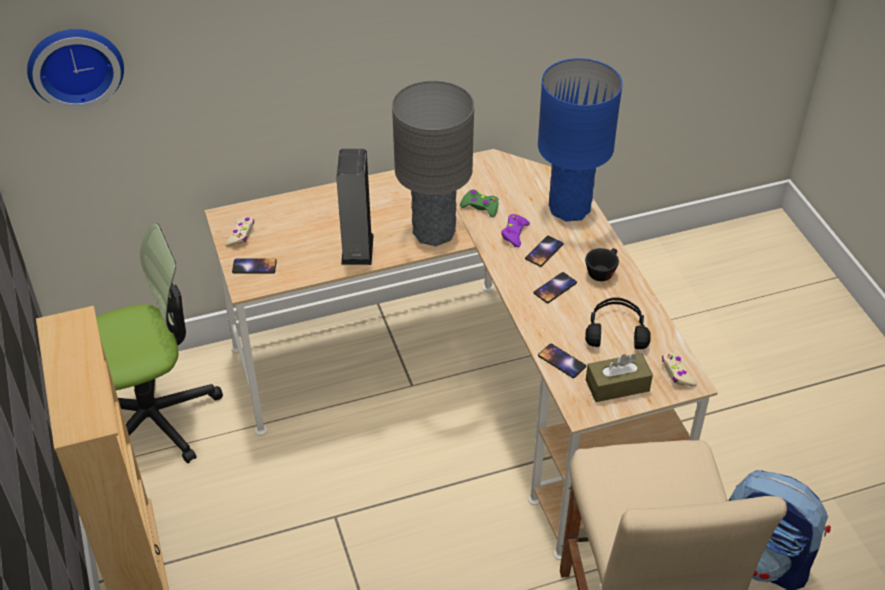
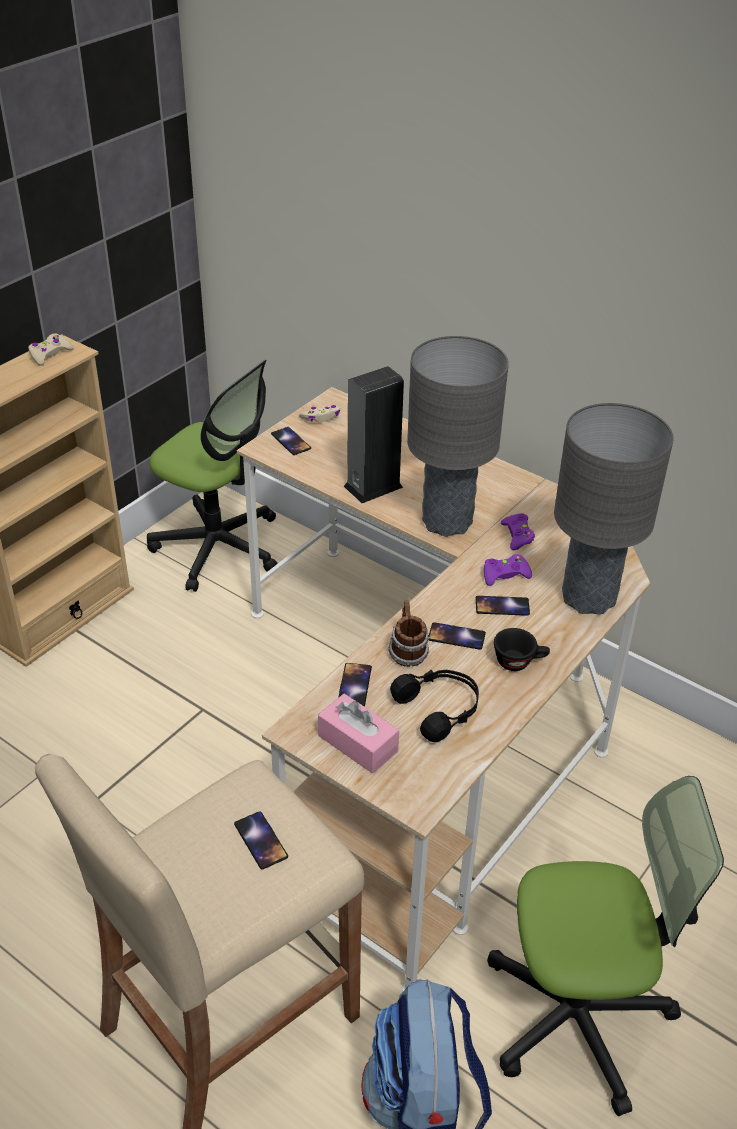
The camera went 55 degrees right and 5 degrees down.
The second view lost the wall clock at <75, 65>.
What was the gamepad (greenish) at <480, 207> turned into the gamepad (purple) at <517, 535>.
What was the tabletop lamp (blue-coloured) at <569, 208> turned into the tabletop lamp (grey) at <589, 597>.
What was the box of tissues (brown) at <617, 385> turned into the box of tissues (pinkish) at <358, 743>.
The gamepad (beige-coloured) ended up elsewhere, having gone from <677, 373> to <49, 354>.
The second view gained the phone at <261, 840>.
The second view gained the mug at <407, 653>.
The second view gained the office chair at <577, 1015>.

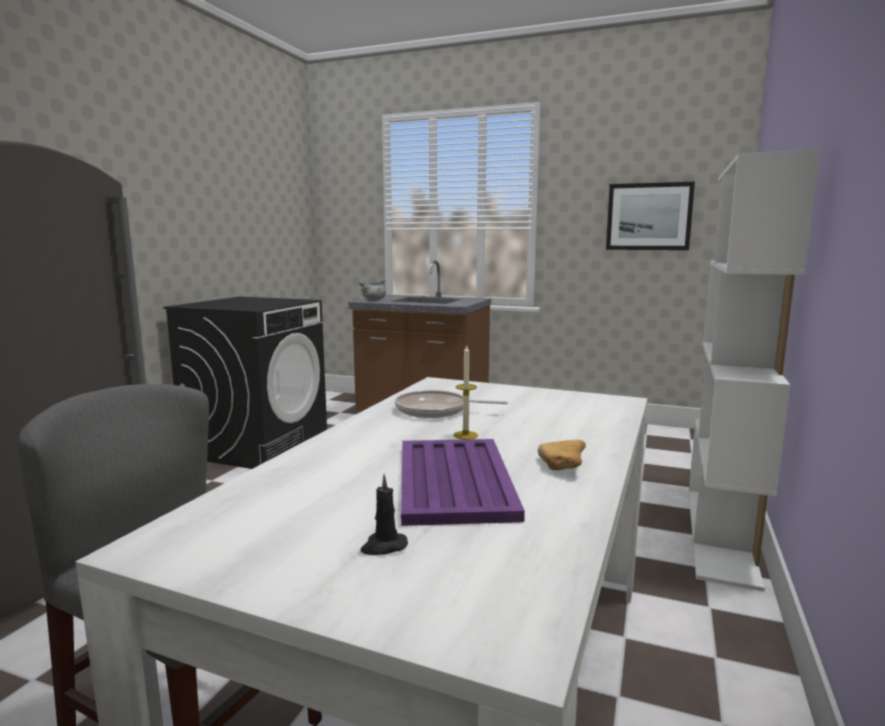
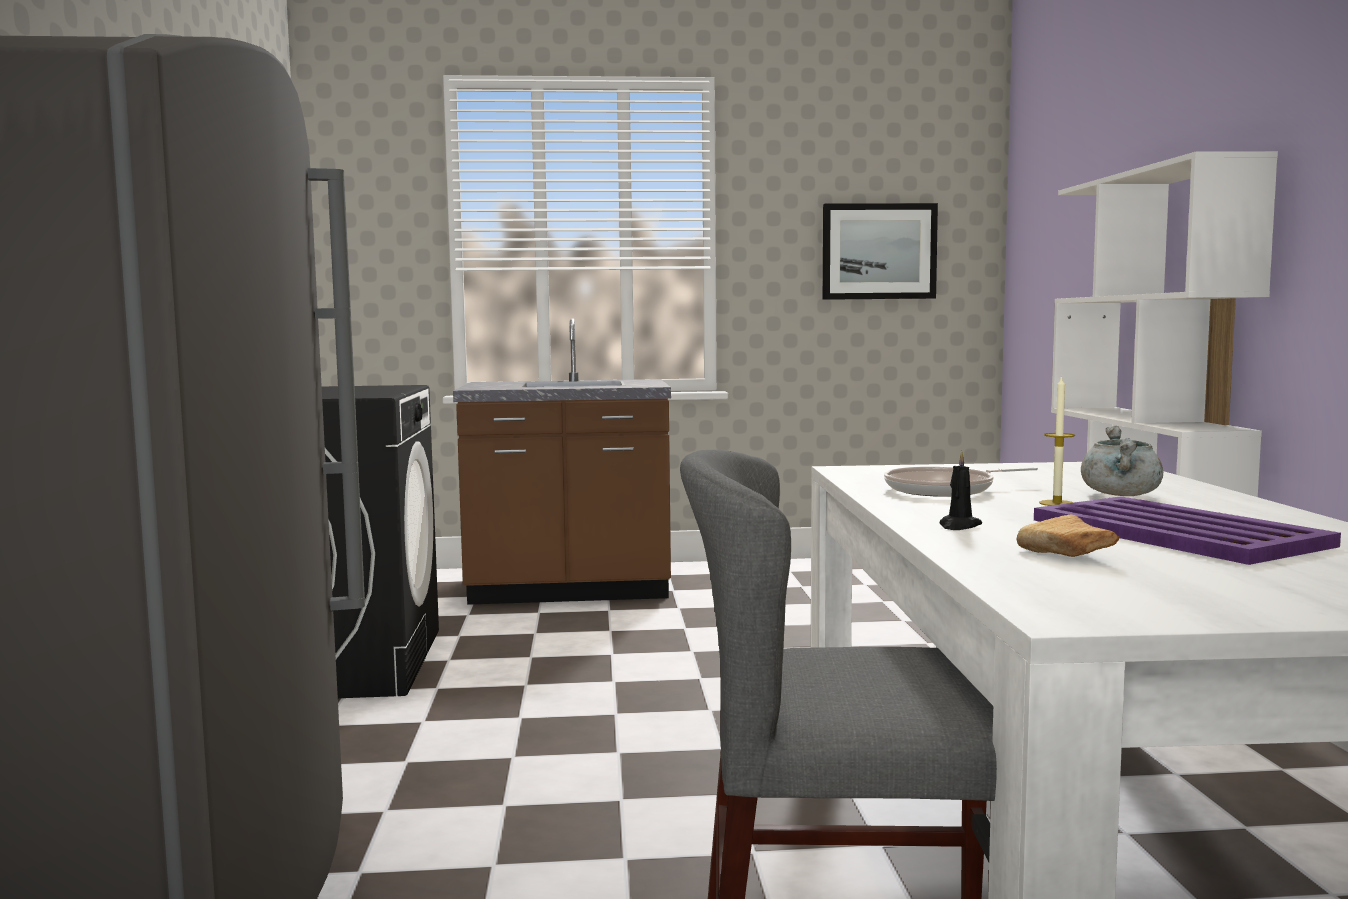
The camera went 25 degrees left and 5 degrees down.
The saucepot (grey) ended up elsewhere, having gone from <374, 299> to <1121, 495>.
The wax light (black-coloured) ended up elsewhere, having gone from <383, 546> to <959, 526>.
The baked bread ended up elsewhere, having gone from <563, 467> to <1071, 555>.

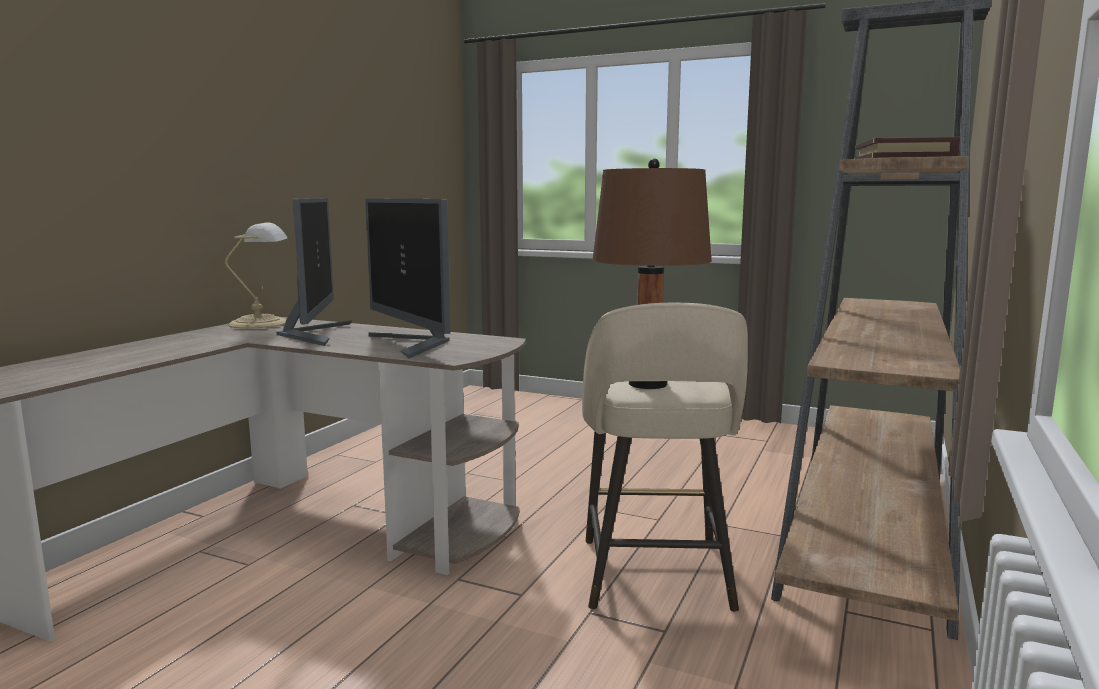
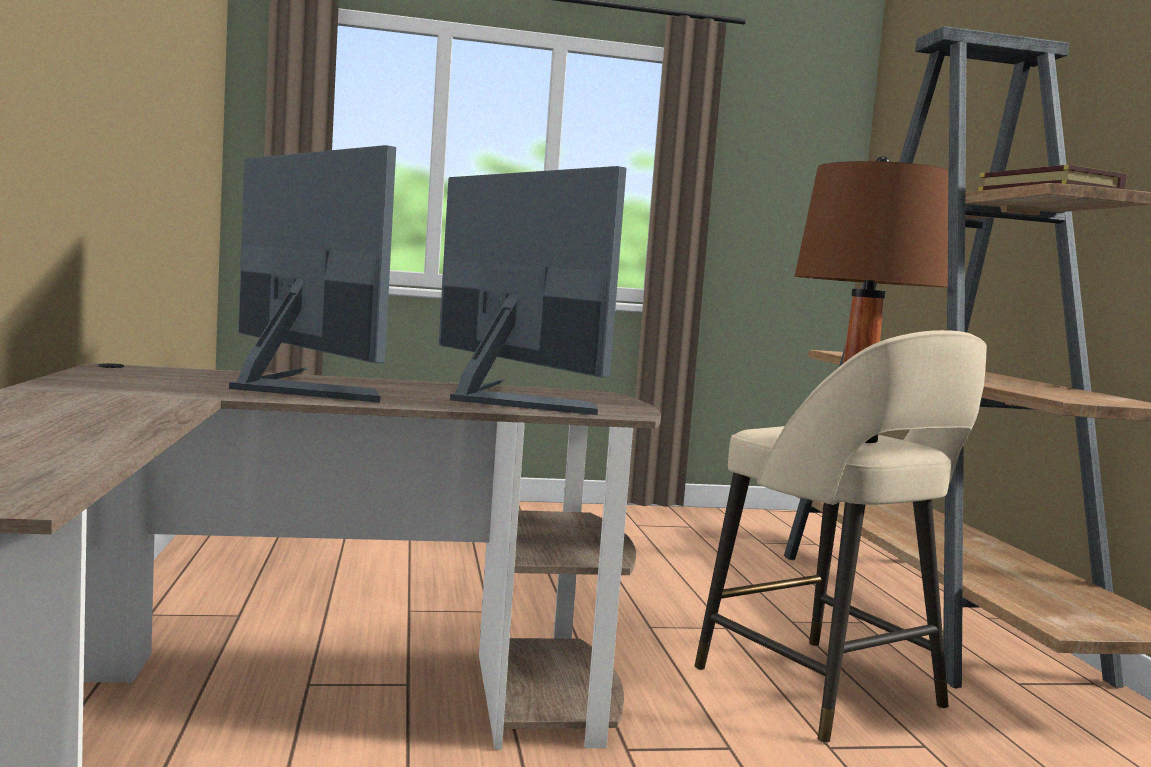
The camera went 35 degrees left and 5 degrees down.
The second view lost the tabletop lamp at <261, 323>.
The computer screen at <413, 344> ended up facing another way, 150 degrees counterclockwise from before.

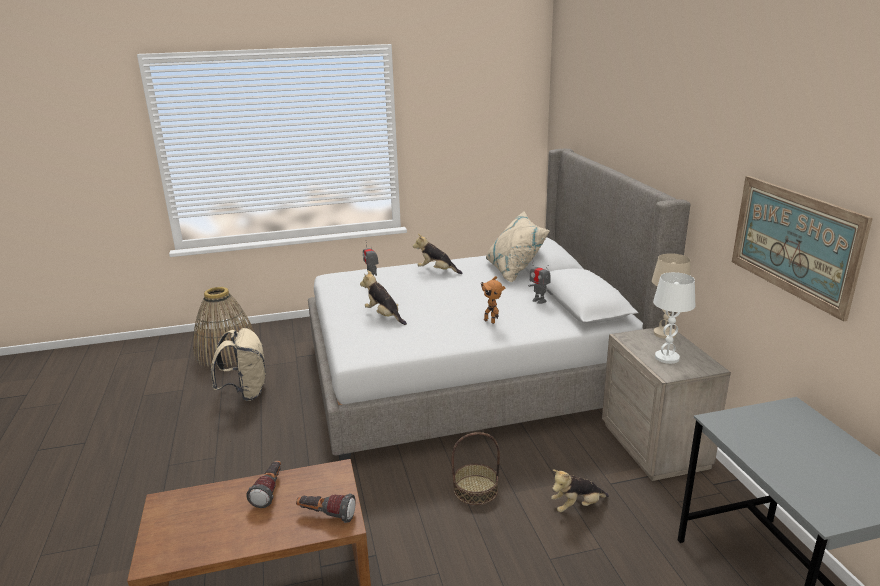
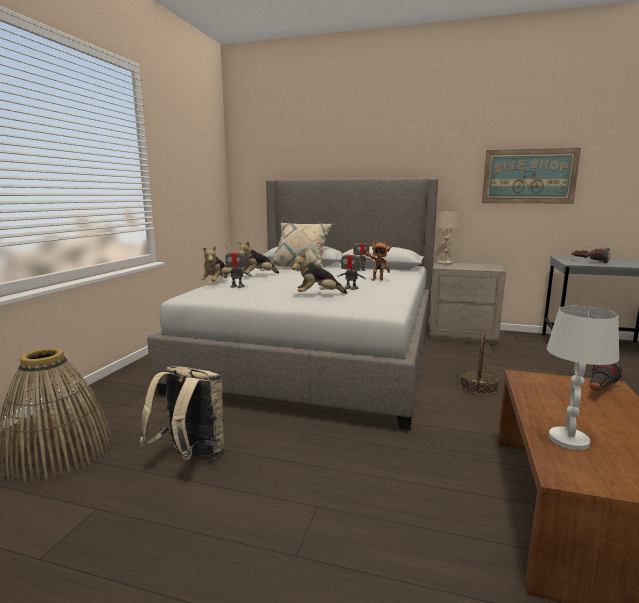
The camera went 60 degrees left and 10 degrees down.
The hand torch ended up elsewhere, having gone from <270, 491> to <589, 262>.
The plush toy ended up elsewhere, having gone from <577, 506> to <216, 283>.
The tabletop lamp (whitish) ended up elsewhere, having gone from <667, 357> to <568, 439>.
The second view gained the toy robot at <351, 288>.

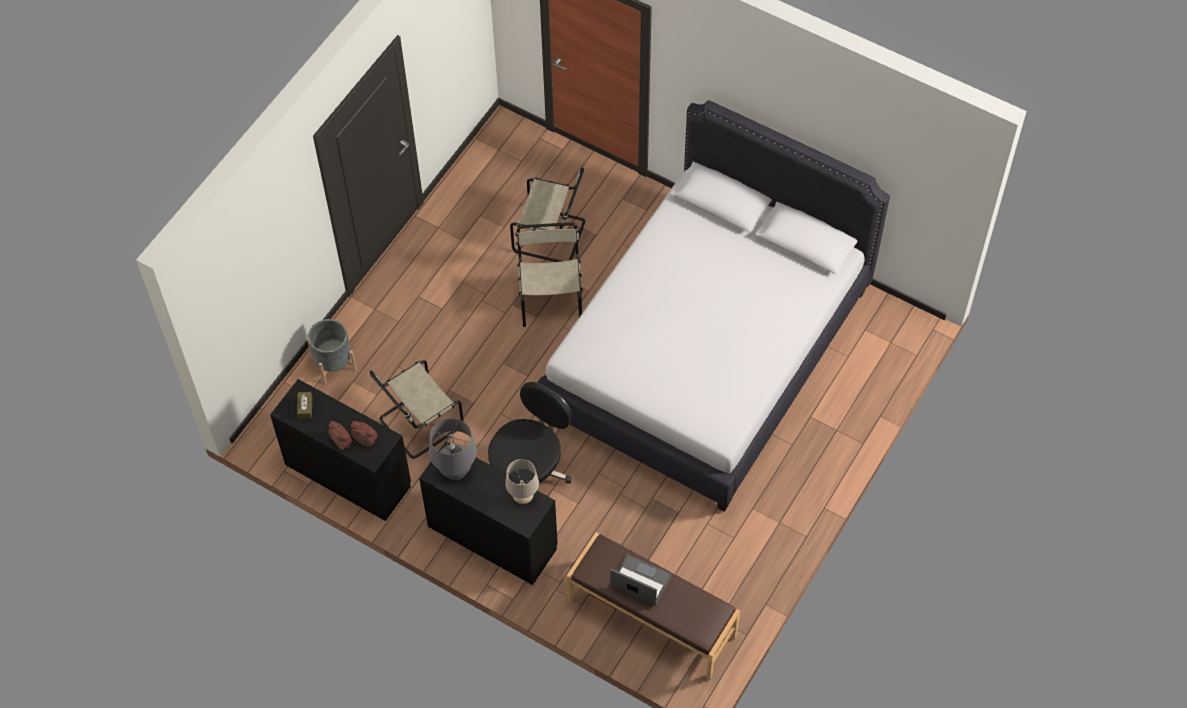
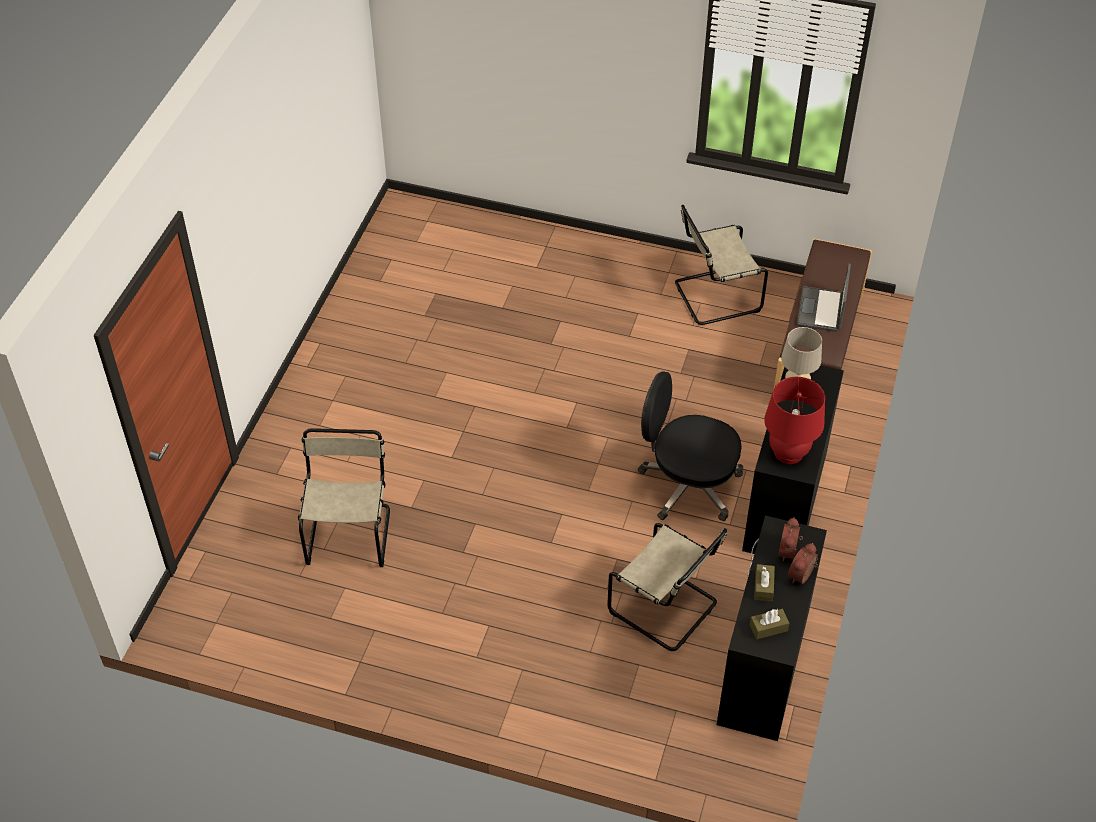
The camera went 105 degrees left and 10 degrees down.
The second view lost the flower pot (grey) at <334, 363>.
What was the tabletop lamp (grey) at <455, 469> turned into the tabletop lamp (reddish) at <788, 453>.
The plain chair (beige-coloured) ended up elsewhere, having gone from <550, 298> to <714, 297>.
The second view lost the bedroom bed (whitish) at <705, 351>.
The second view gained the box of tissues (brown) at <763, 587>.

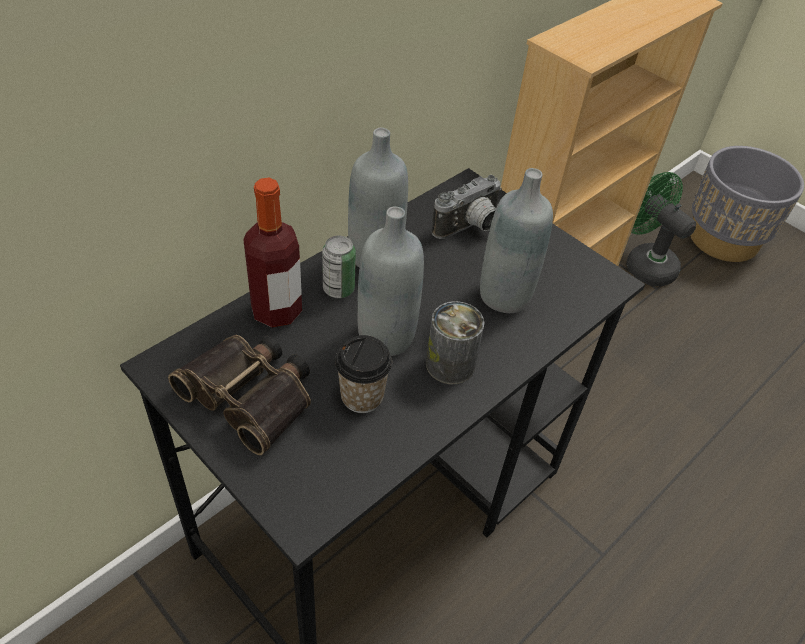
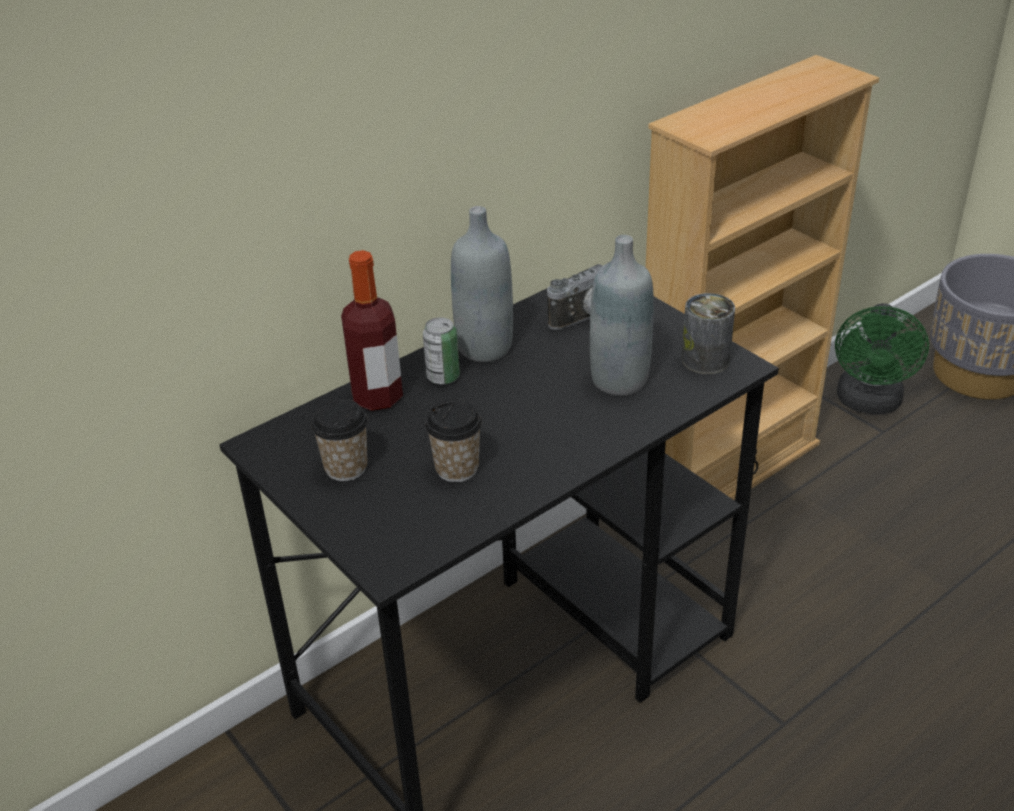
The camera went 10 degrees right and 10 degrees down.
Where the pair of binoculars stood at <251, 395>, the small cup came to stand at <346, 467>.
The second view lost the drink bottle (grey) at <386, 336>.
The can ended up elsewhere, having gone from <450, 364> to <705, 360>.
The cooling fan (greenish) at <644, 263> ended up facing another way, 135 degrees counterclockwise from before.

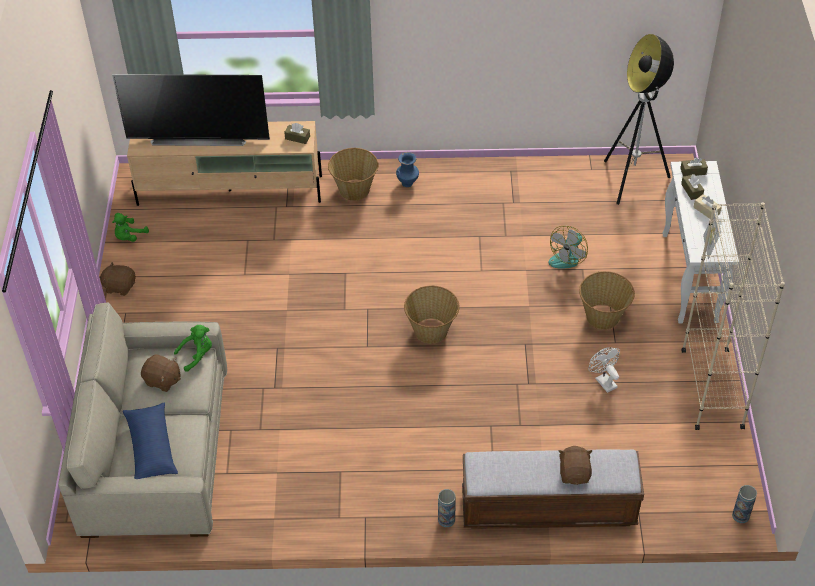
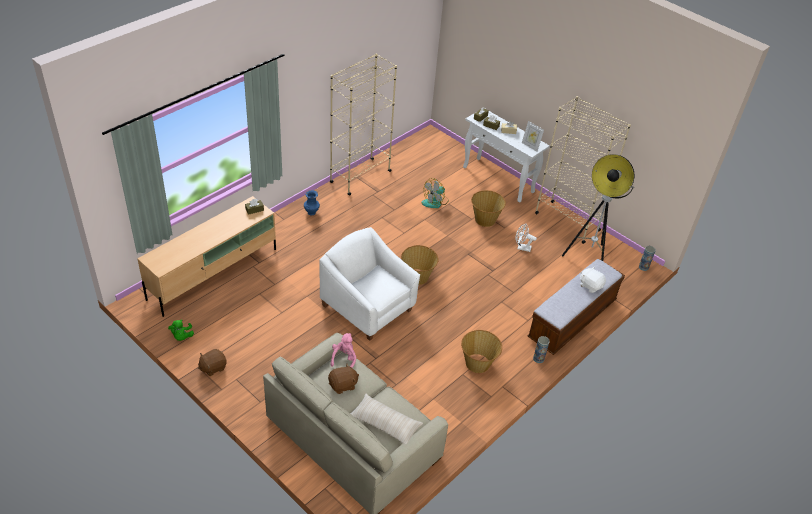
The camera went 50 degrees left and 5 degrees down.
The second view lost the TV set at <199, 137>.
What was the throw pillow (blue-coloured) at <151, 447> turned into the throw pillow (beige-coloured) at <385, 424>.
What was the plush toy (greenish) at <197, 355> turned into the plush toy (pinkish) at <344, 358>.
The basket ended up elsewhere, having gone from <354, 190> to <478, 363>.
The cooling fan at <568, 256> ended up facing another way, 60 degrees clockwise from before.
What was the plush toy (brown) at <574, 473> turned into the plush toy (whitish) at <590, 285>.
The floor lamp ended up elsewhere, having gone from <633, 181> to <589, 258>.
The second view gained the armchair (whitish) at <368, 307>.
The second view gained the bookcase (beige-coloured) at <360, 177>.

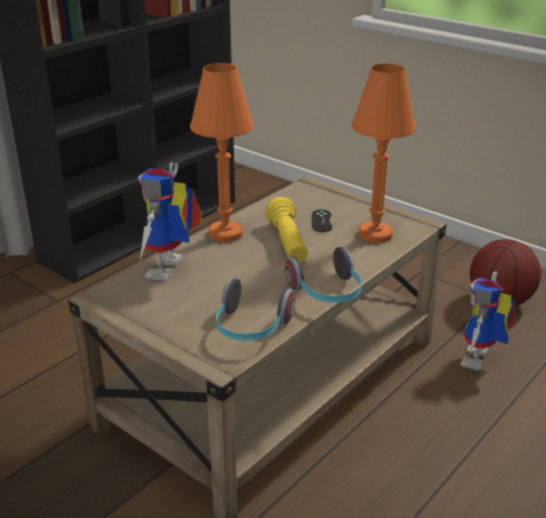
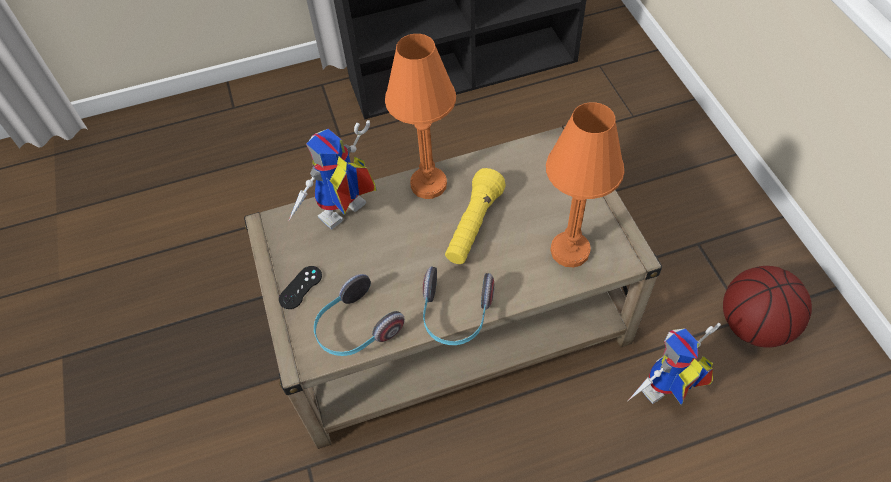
The camera went 35 degrees right and 25 degrees up.
The gamepad (black-coloured) ended up elsewhere, having gone from <321, 221> to <300, 287>.

